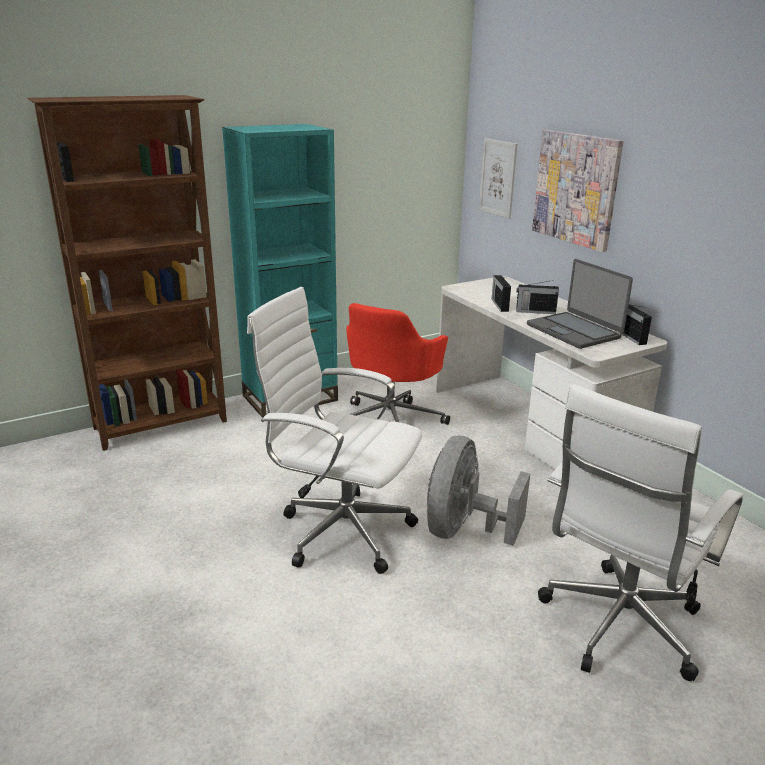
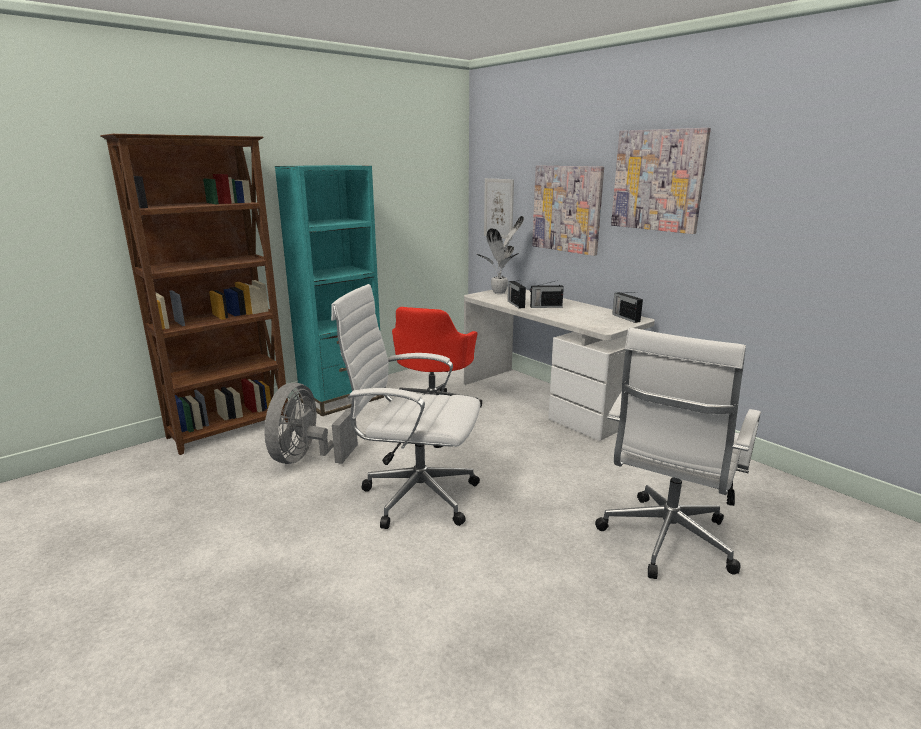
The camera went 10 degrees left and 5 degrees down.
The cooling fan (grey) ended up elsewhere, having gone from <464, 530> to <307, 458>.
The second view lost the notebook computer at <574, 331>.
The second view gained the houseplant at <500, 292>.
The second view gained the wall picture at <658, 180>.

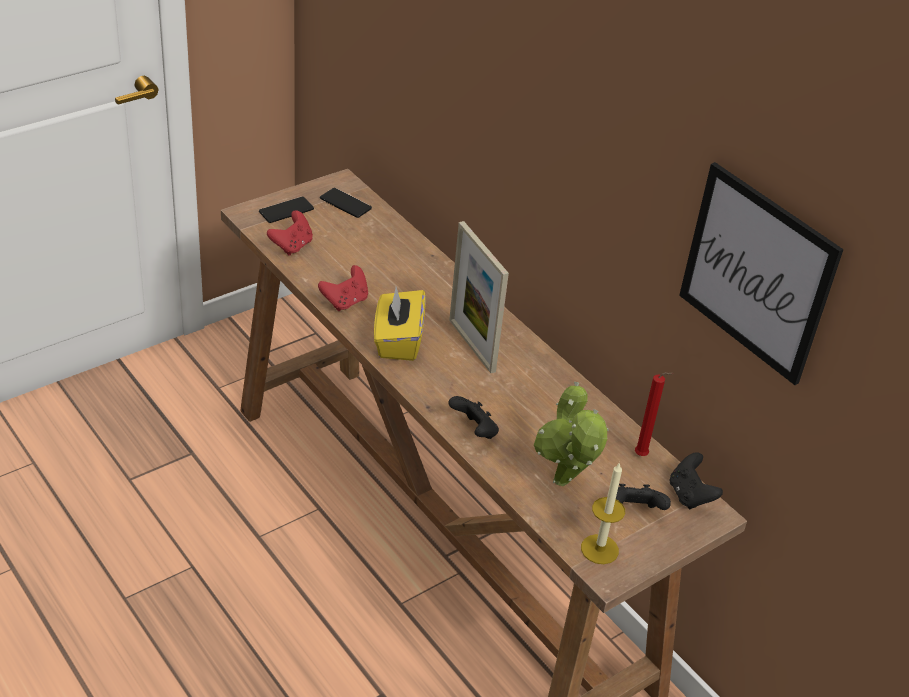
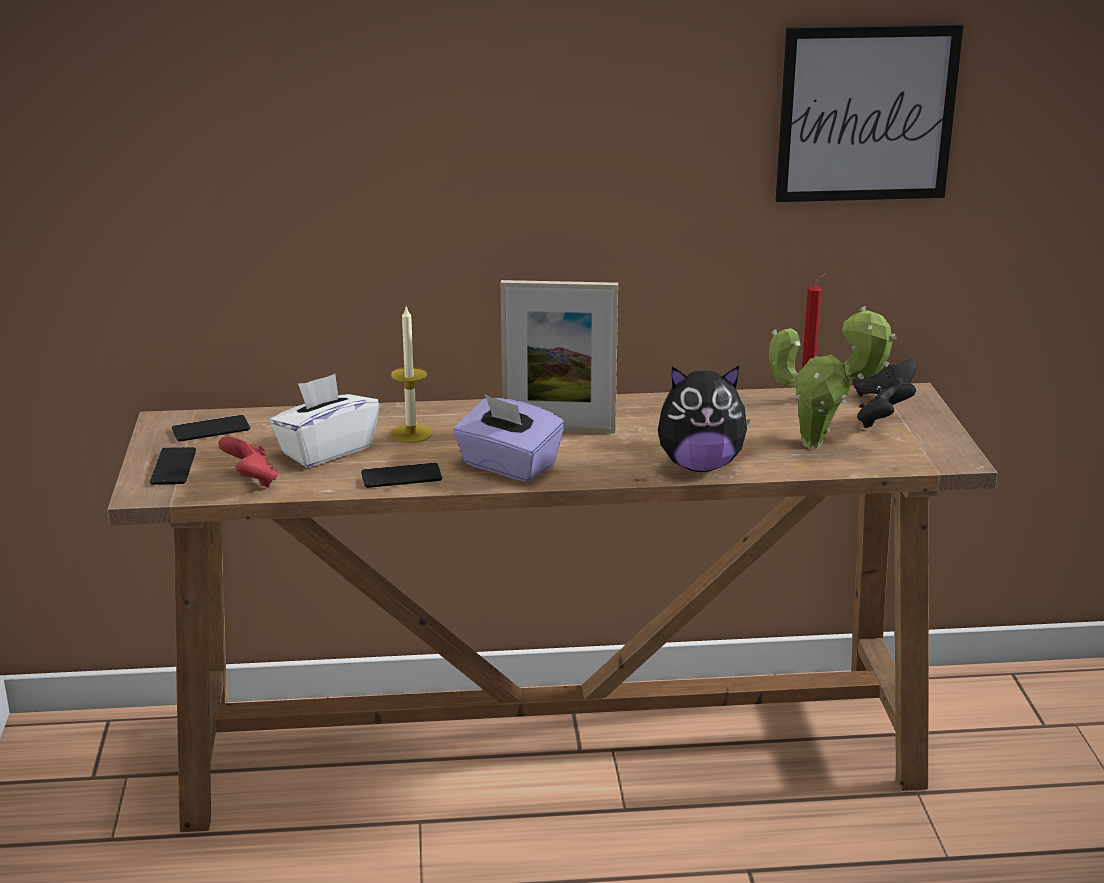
The camera went 55 degrees left and 15 degrees down.
Where the gamepad (reddish) stood at <345, 302>, the phone came to stand at <401, 477>.
What was the box of tissues (yellow) at <398, 341> turned into the box of tissues (purple) at <508, 466>.
Where the gamepad (black-coloured) stood at <474, 431>, the plush toy came to stand at <700, 465>.
The wax light ended up elsewhere, having gone from <599, 549> to <411, 433>.
The second view gained the box of tissues (whitish) at <326, 450>.

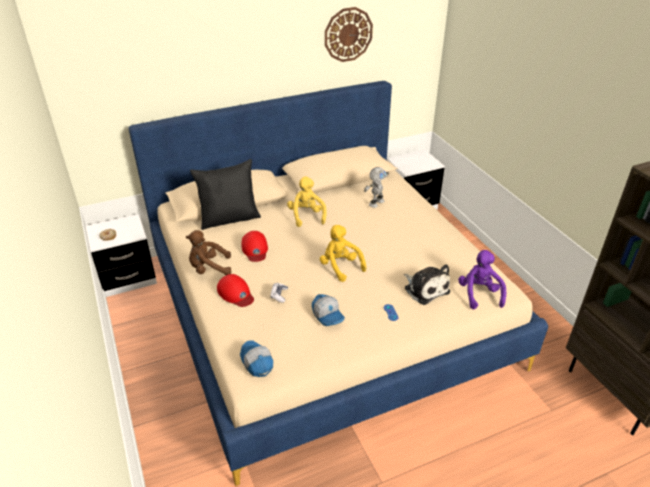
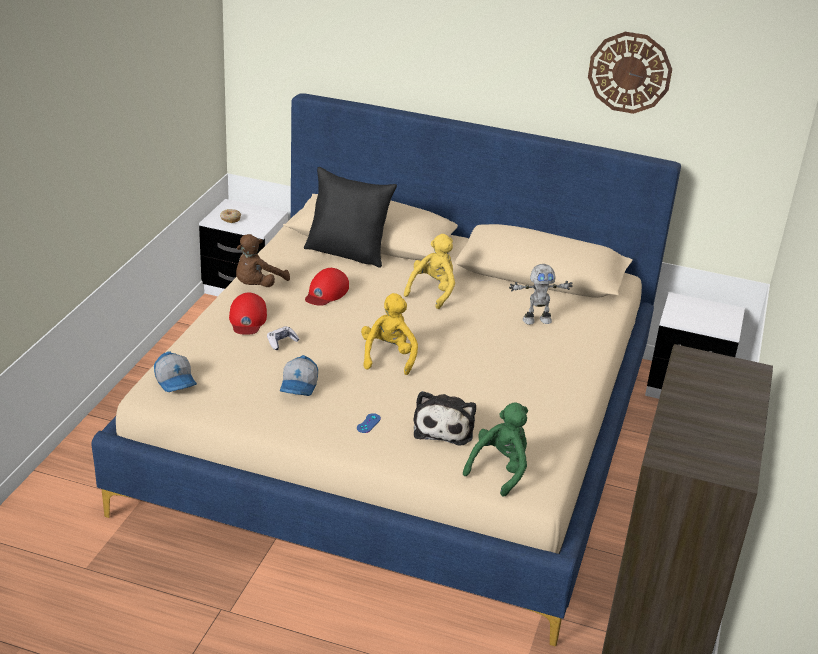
The camera went 40 degrees right and 5 degrees down.
The plush toy (brown) at <209, 268> ended up facing another way, 90 degrees counterclockwise from before.
The baseball cap at <256, 362> ended up facing another way, 135 degrees clockwise from before.
What was the plush toy (purple) at <479, 294> turned into the plush toy (greenish) at <500, 470>.

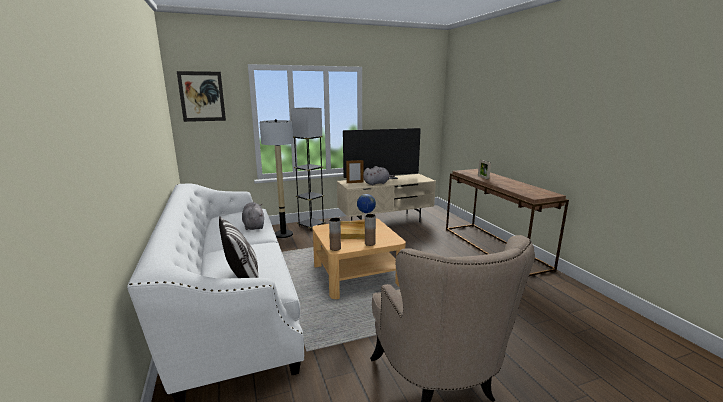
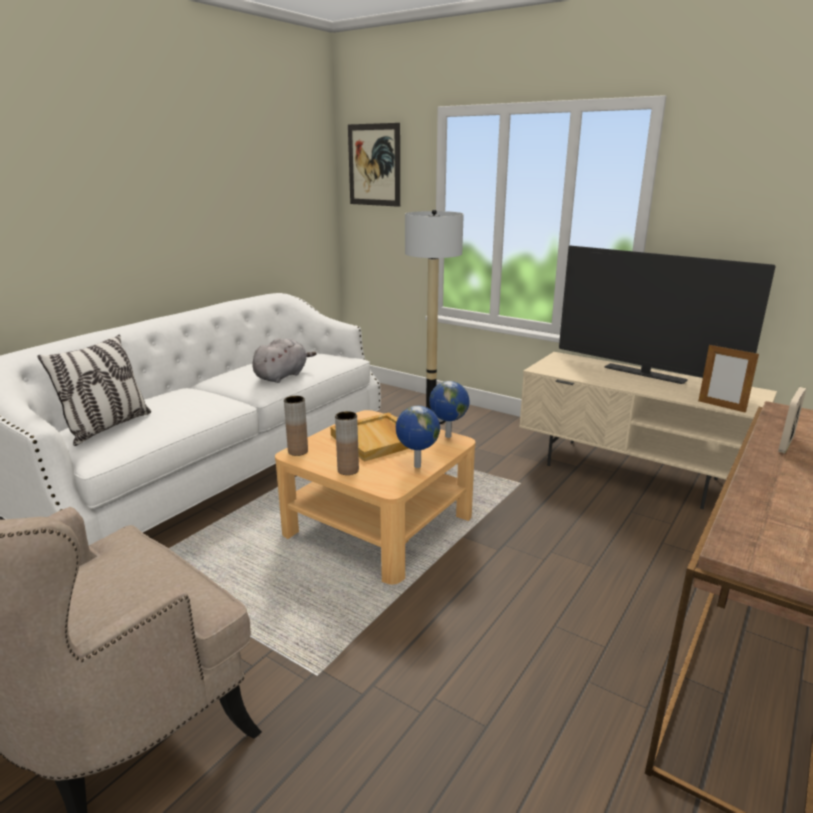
The camera went 55 degrees right and 5 degrees up.
The second view lost the floor lamp (grey) at <311, 226>.
The standing frame ended up elsewhere, having gone from <355, 182> to <721, 406>.
The second view lost the plush toy (grey) at <377, 183>.
The second view gained the globe at <416, 466>.

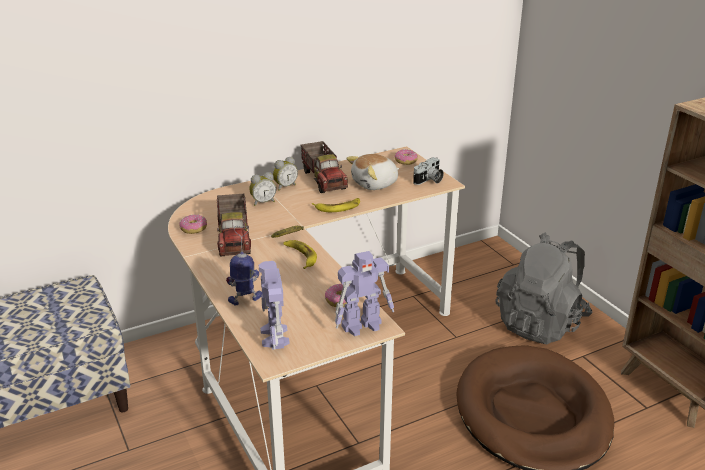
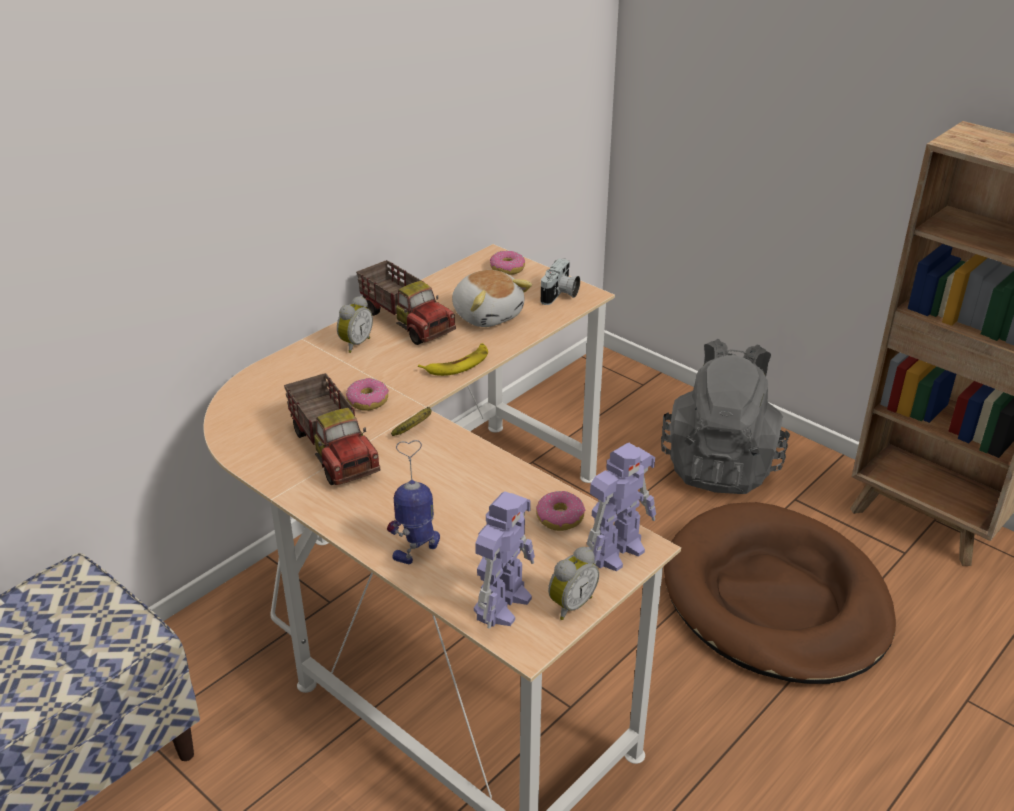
The camera went 20 degrees left and 5 degrees up.
The donut ended up elsewhere, having gone from <193, 228> to <367, 401>.
The alarm clock ended up elsewhere, having gone from <263, 202> to <570, 604>.
The toy robot at <274, 337> ended up facing another way, 120 degrees counterclockwise from before.
The second view lost the banana at <300, 256>.
The plush toy at <375, 184> ended up facing another way, 75 degrees counterclockwise from before.

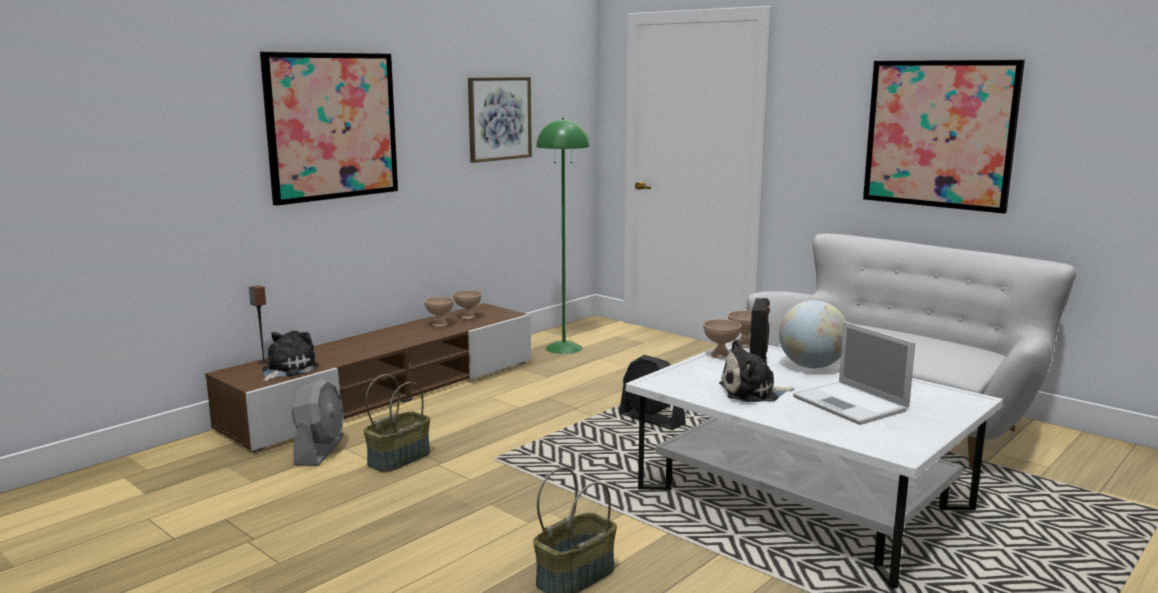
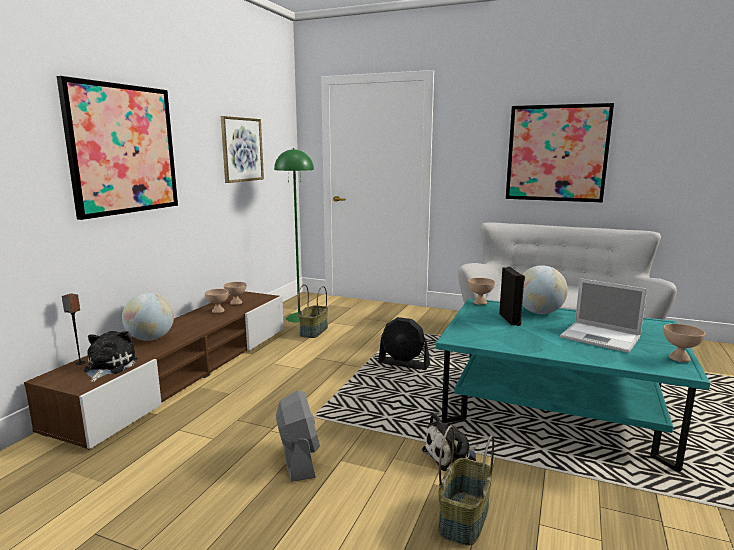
The camera went 20 degrees left and 0 degrees up.
The cooling fan (grey) ended up elsewhere, having gone from <319, 451> to <299, 459>.
The basket ended up elsewhere, having gone from <399, 458> to <313, 331>.
What was the low table (whitish) at <802, 499> turned into the low table (blue-green) at <555, 410>.
The bowl (beige-coloured) ended up elsewhere, having gone from <720, 355> to <679, 358>.
The plush toy ended up elsewhere, having gone from <752, 392> to <452, 456>.
The second view gained the globe at <151, 339>.

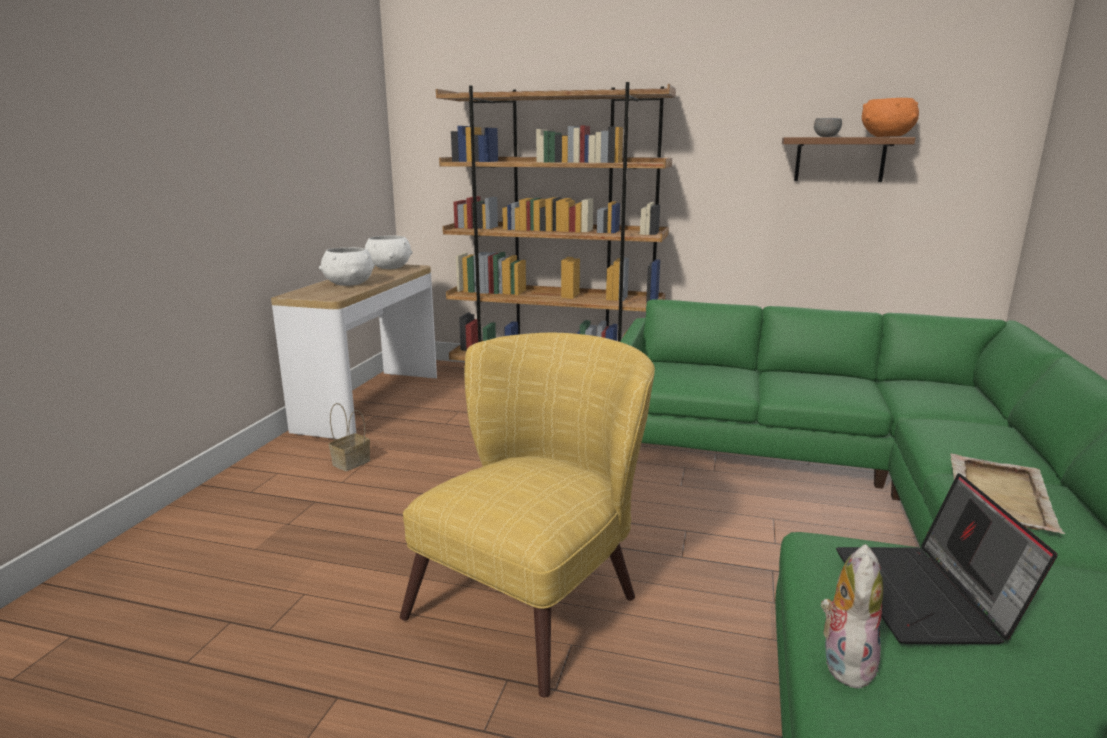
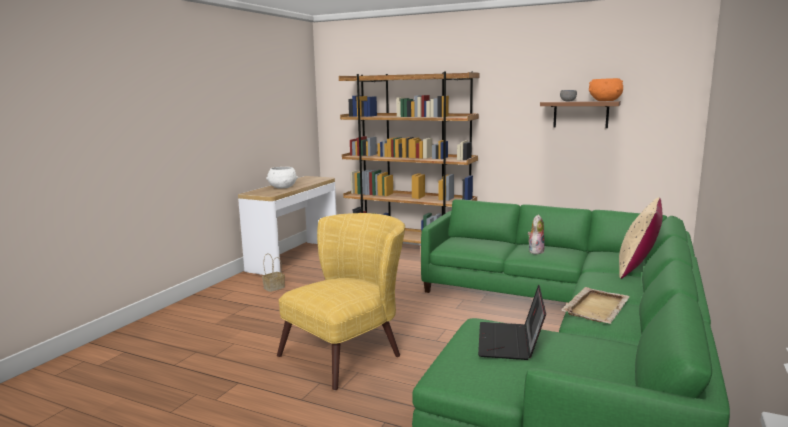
The camera went 10 degrees right and 5 degrees down.
The second view lost the bowl (whitish) at <389, 268>.
The plush toy ended up elsewhere, having gone from <844, 661> to <535, 251>.
The second view gained the throw pillow (beige-coloured) at <637, 268>.

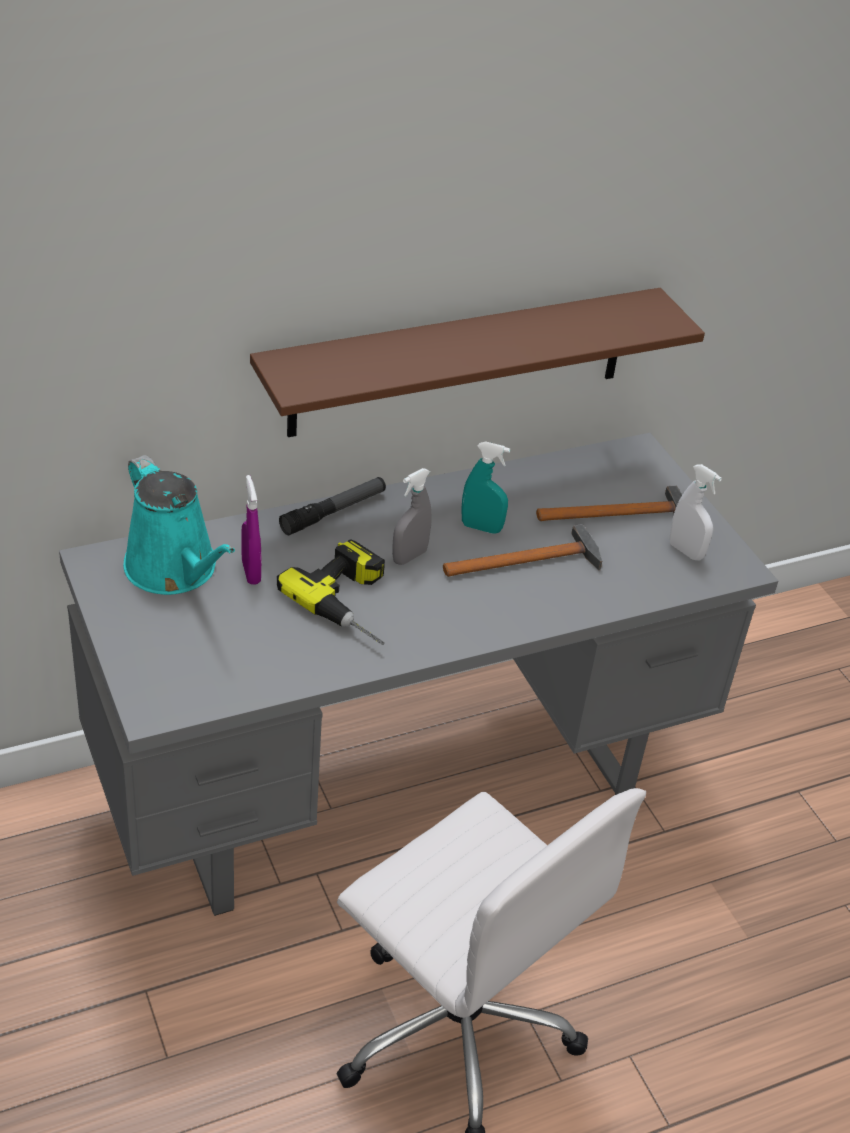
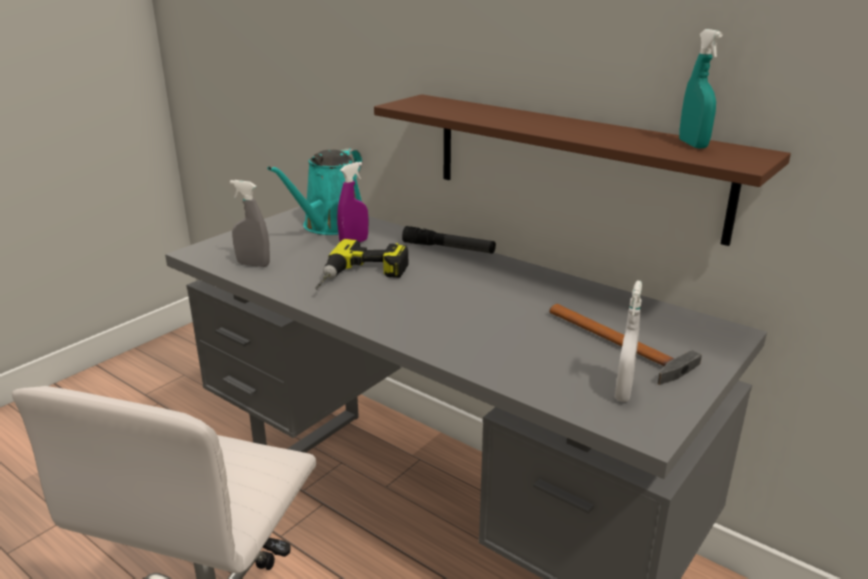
The camera went 65 degrees right and 15 degrees down.
The hand sprayer (grey) ended up elsewhere, having gone from <409, 556> to <253, 264>.
The second view lost the hand hammer at <529, 561>.
The hand sprayer (blue-green) ended up elsewhere, having gone from <481, 527> to <693, 144>.

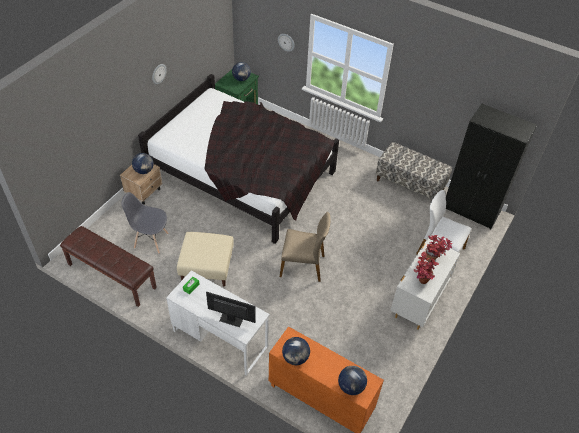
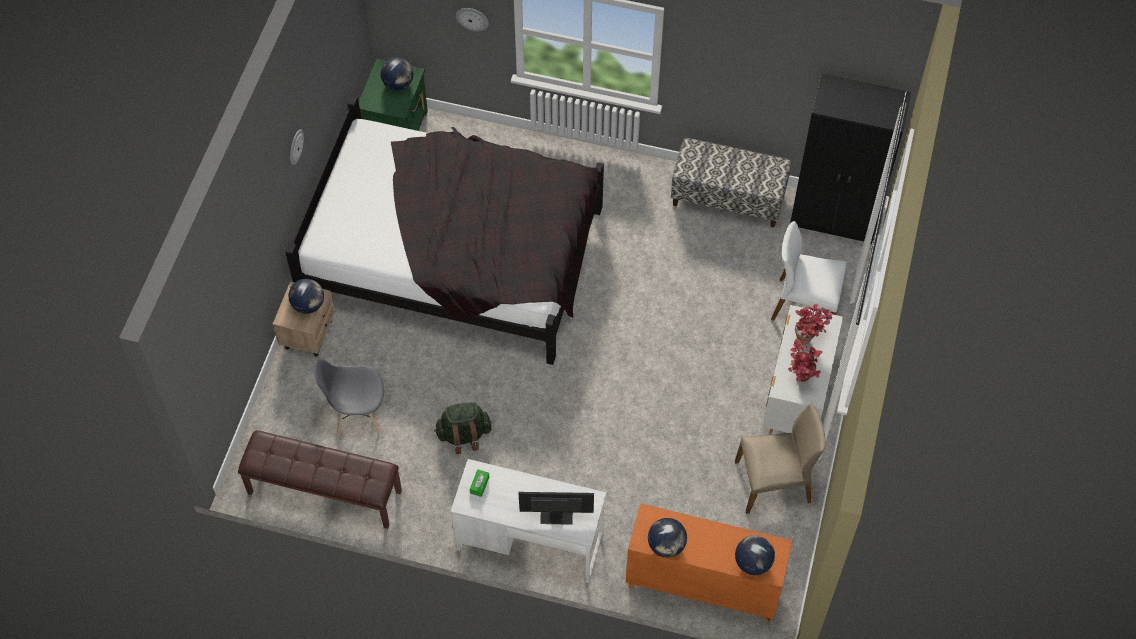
The camera went 15 degrees left and 10 degrees up.
Where the ottoman (beige-coloured) stood at <206, 268>, the backpack (greenish) came to stand at <464, 435>.
The plain chair (beige-coloured) ended up elsewhere, having gone from <303, 265> to <774, 482>.

